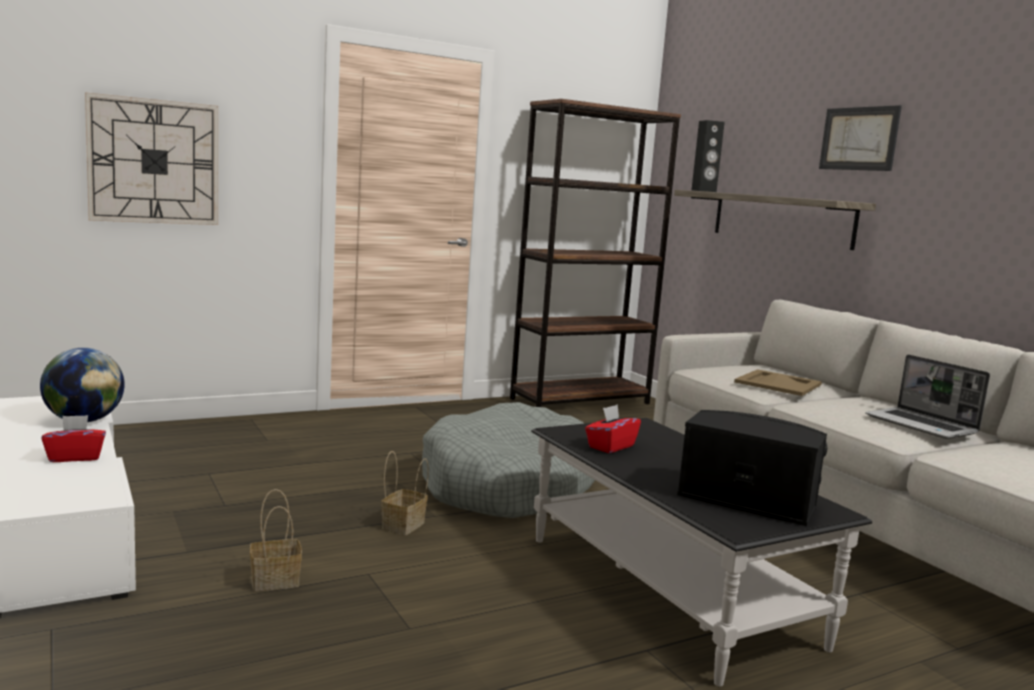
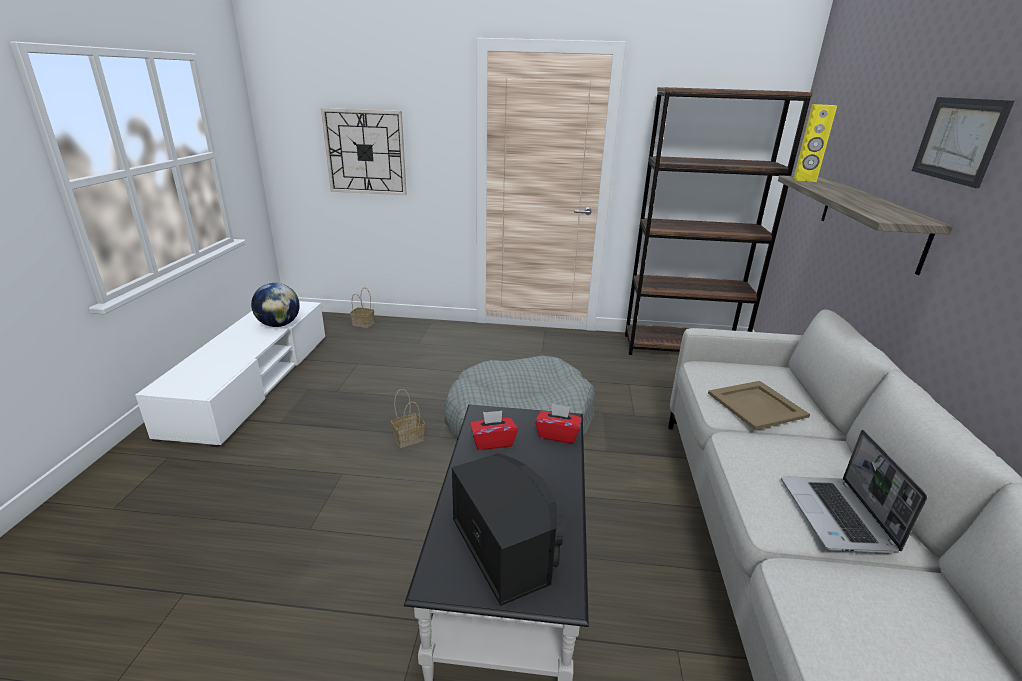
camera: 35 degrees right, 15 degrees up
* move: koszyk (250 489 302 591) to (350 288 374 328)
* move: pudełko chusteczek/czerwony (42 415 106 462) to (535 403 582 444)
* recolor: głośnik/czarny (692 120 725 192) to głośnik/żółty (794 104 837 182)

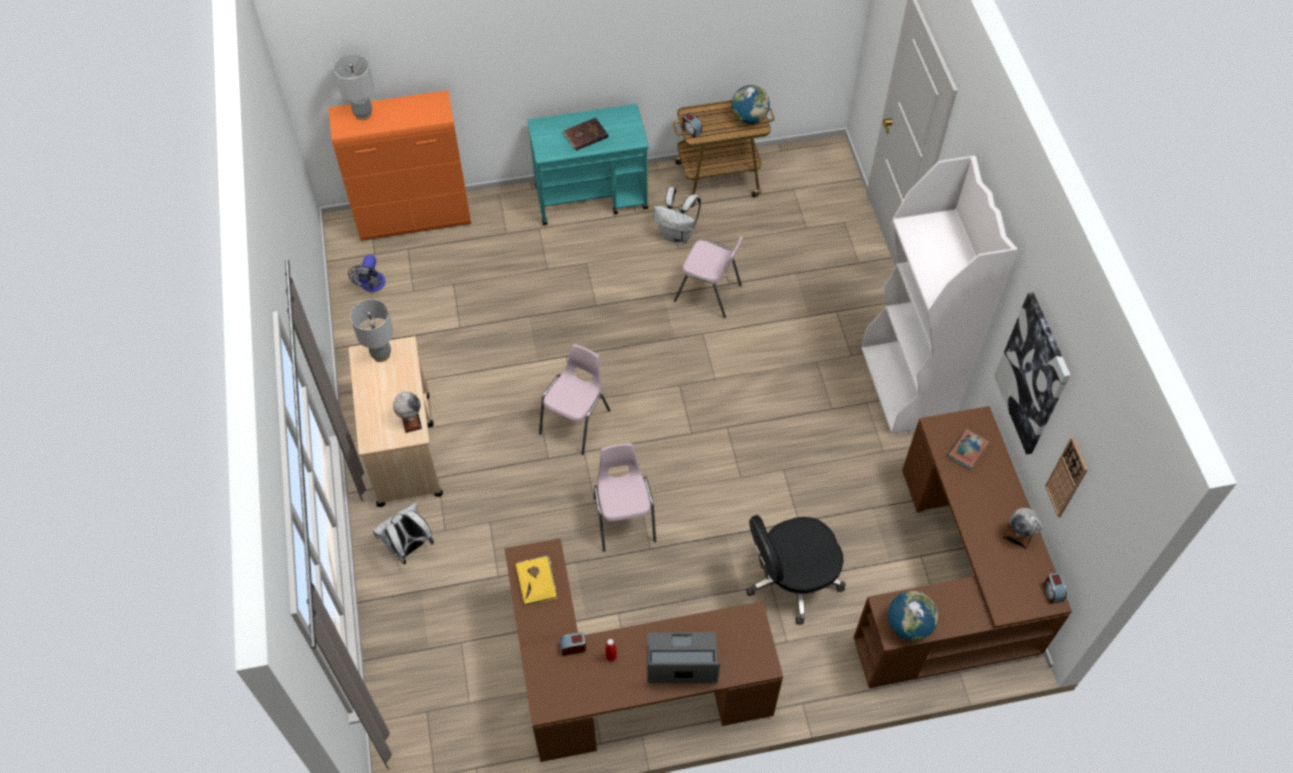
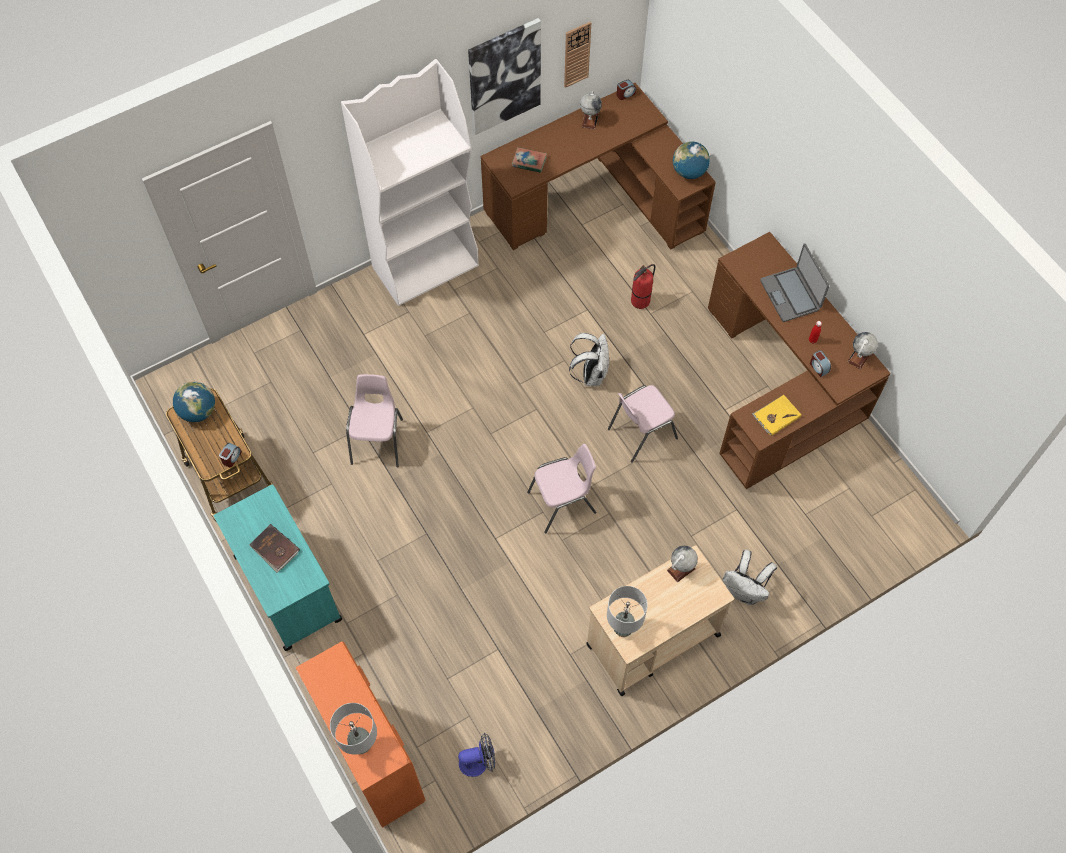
camera: 110 degrees left, 5 degrees up
* rotate: krzesło/różowy (539 344 611 455) = (527 444 596 533) 150 degrees clockwise
* move: plecak/biały (653 187 701 244) to (569 333 609 386)
* replace: krzesło biurowe/czarny (746 515 846 625) to gaśnica (631 264 655 309)
* insert: globus (847 332 878 369)

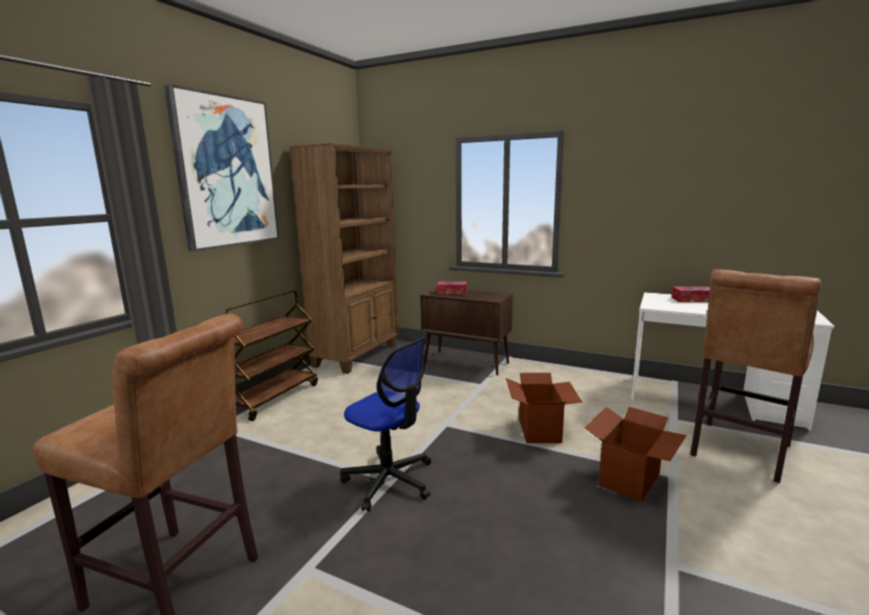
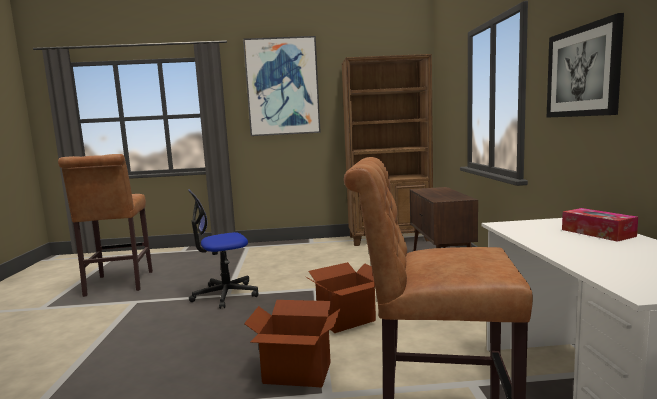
camera: 60 degrees right, 5 degrees down
* rotate: krzesło biurowe (340 337 431 512) = (188 189 259 309) 60 degrees clockwise
* insert: obraz (547 13 624 118)
* delete: wózek/brązowy (225 290 318 421)
* delete: pudełko chusteczek (437 281 467 295)

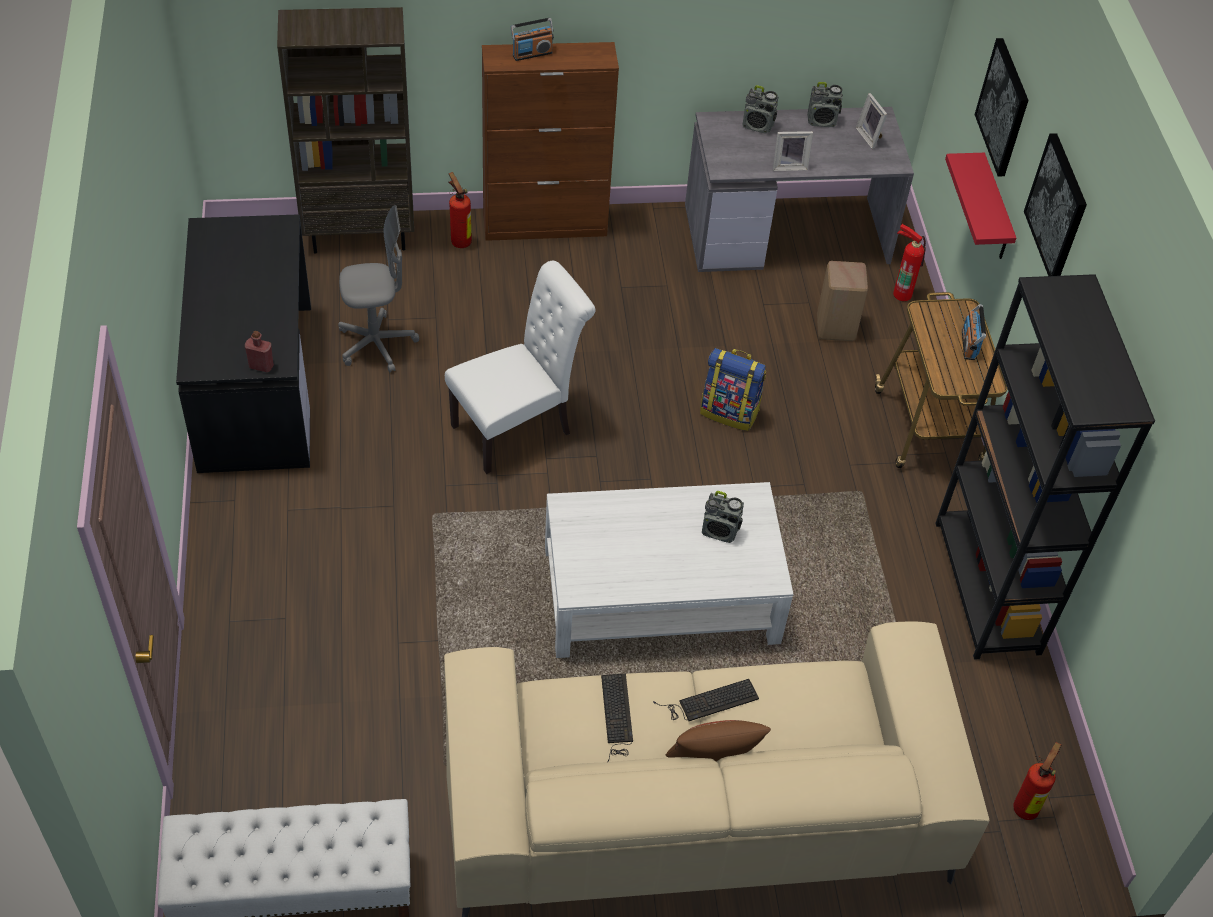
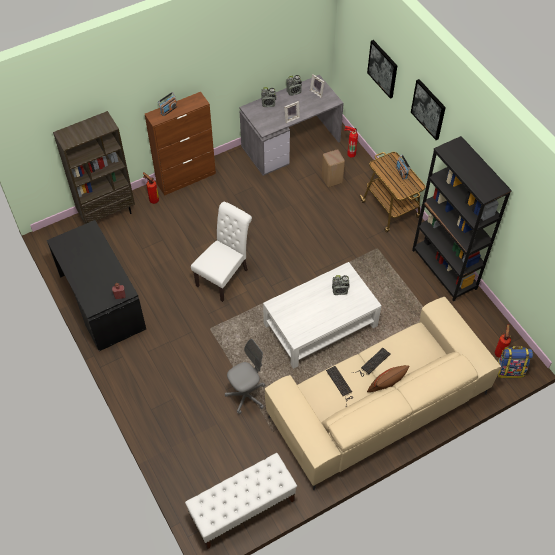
camera: 20 degrees left, 5 degrees up
* move: krzesło biurowe/szary (338 205 419 372) to (225 339 265 414)
* move: plecak (700 348 766 431) to (498 346 533 378)
* delete: półka/czerwony (945 153 1016 259)

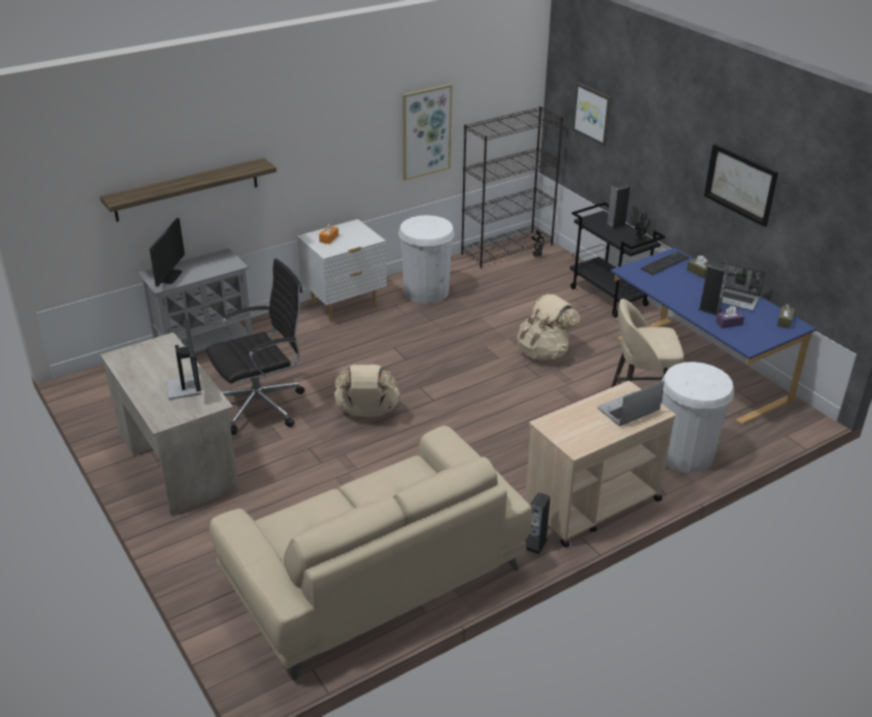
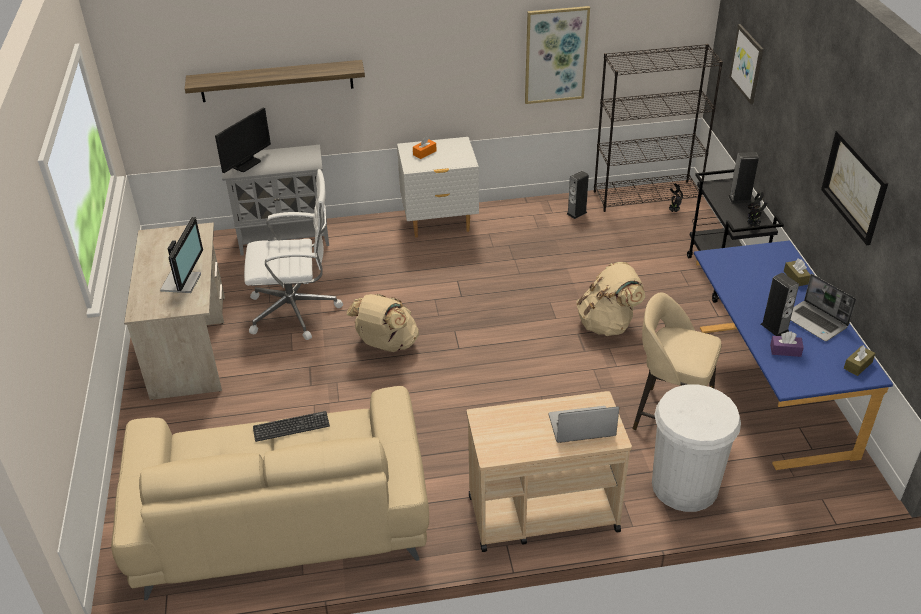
camera: 25 degrees right, 5 degrees up
* recolor: krzesło biurowe/czarny (206 258 305 435) to krzesło biurowe/biały (244 169 343 340)
* move: klawiatura (641 252 689 275) to (253 411 330 442)
* move: głośnik (526 492 550 554) to (567 171 589 219)
* delete: kosz na śmieci/biały (398 215 455 304)

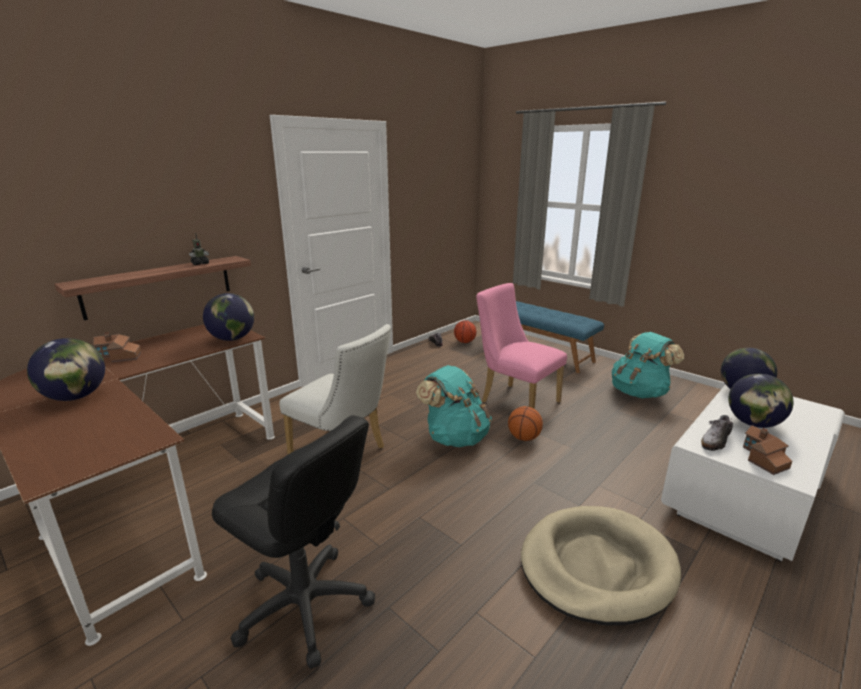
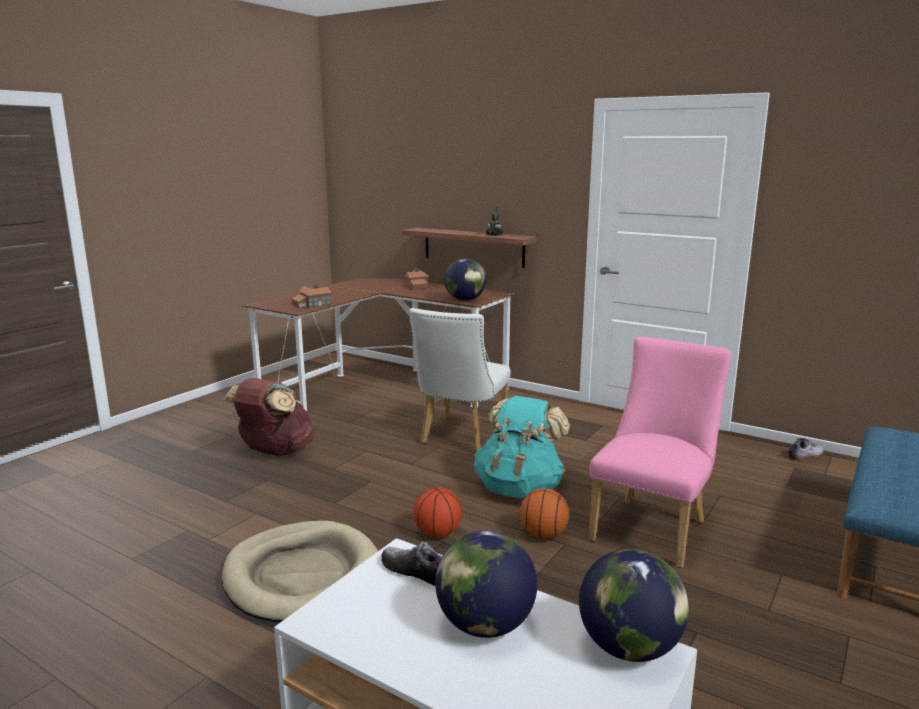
camera: 80 degrees right, 5 degrees down
* replace: krzesło biurowe/czarny (212 415 375 669) to plecak/brązowy (223 378 315 456)
* move: domek (743 425 792 475) to (292 283 331 308)
* move: piłka do koszykówki (454 320 476 343) to (413 487 462 537)
* delete: globus (27 338 105 401)
* delete: plecak/turkusowy (612 332 684 399)

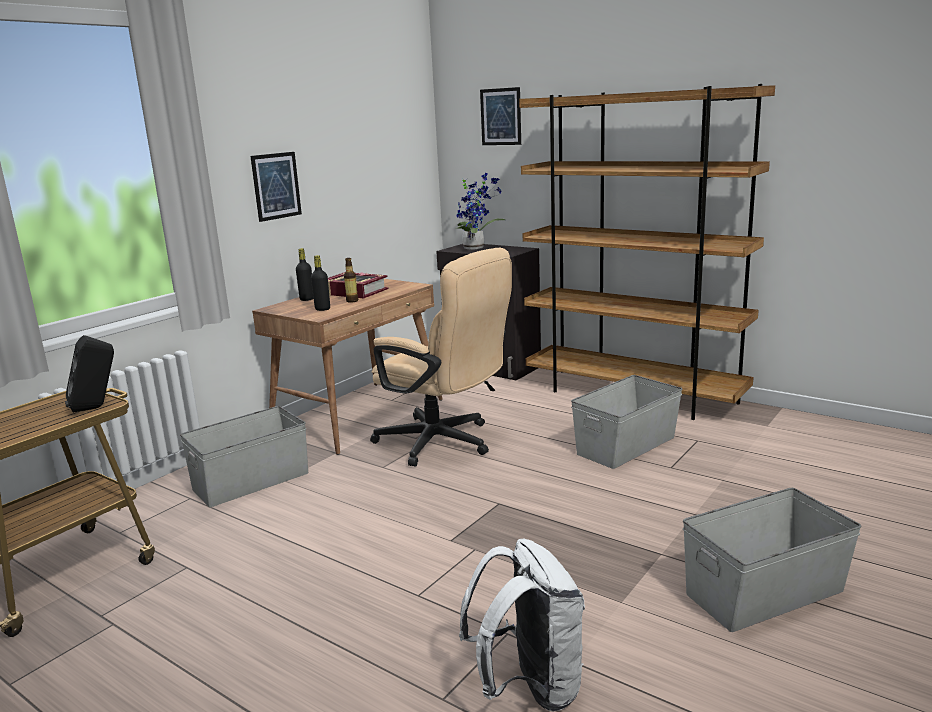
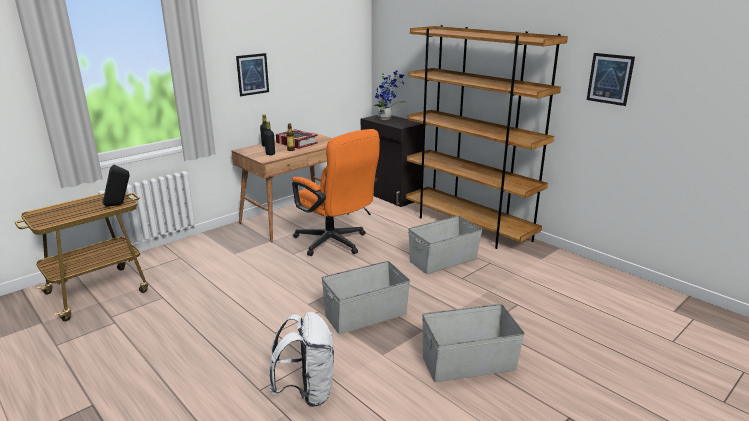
camera: 10 degrees right, 5 degrees up
* recolor: krzesło biurowe/beżowy (370 248 512 467) to krzesło biurowe/pomarańczowy (292 129 380 256)
* move: pojemnik do przechowywania/szary (180 406 308 507) to (322 261 410 334)
* move: obraz (480 87 521 145) to (587 53 635 106)

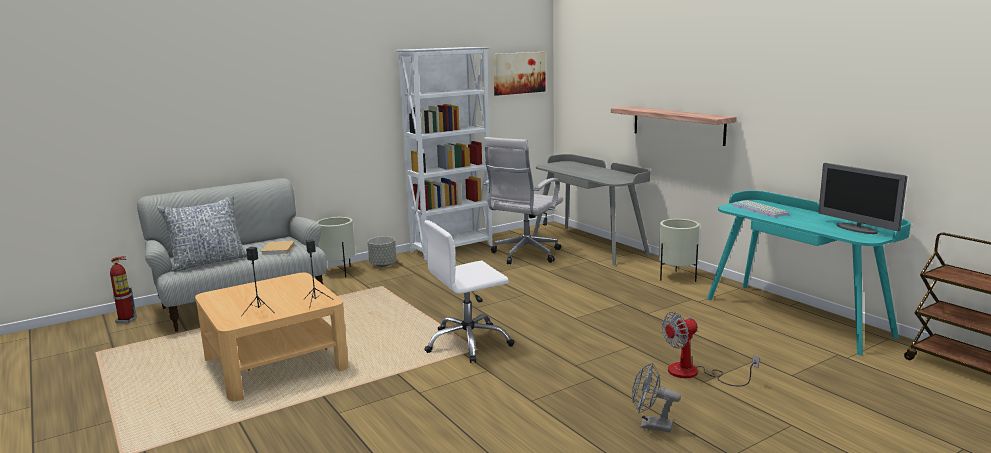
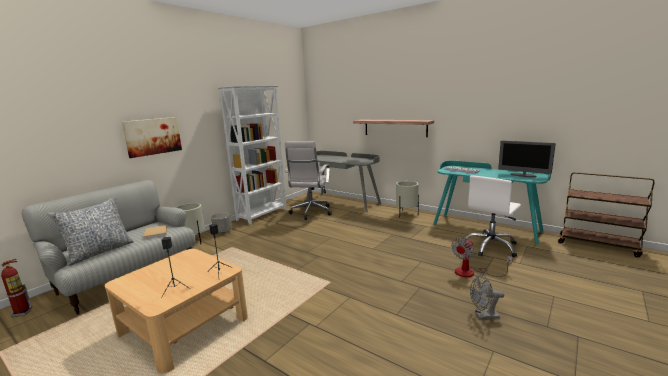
camera: 20 degrees left, 0 degrees up
* move: obraz (493 52 546 96) to (122 117 182 158)
* move: krzesło biurowe/biały (424 220 514 363) to (465 175 521 257)

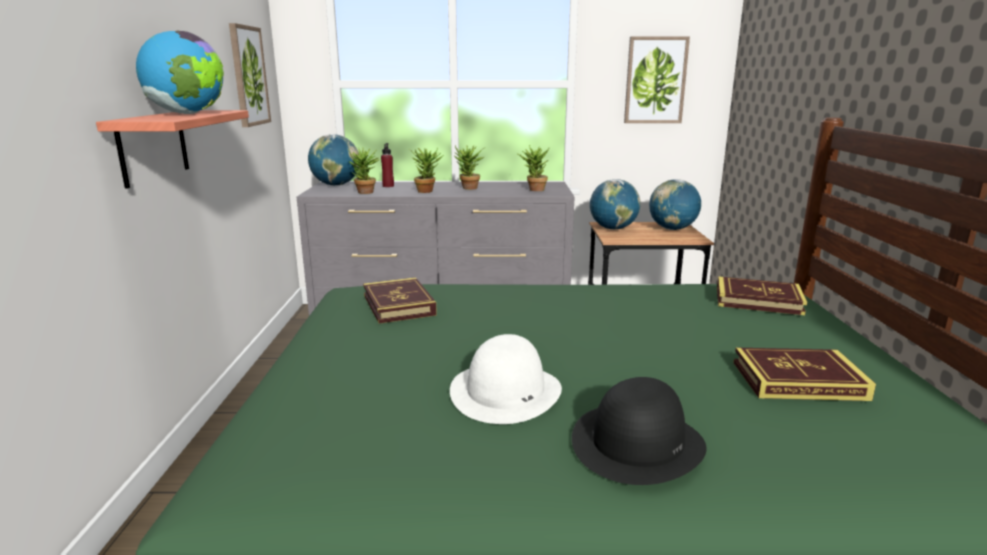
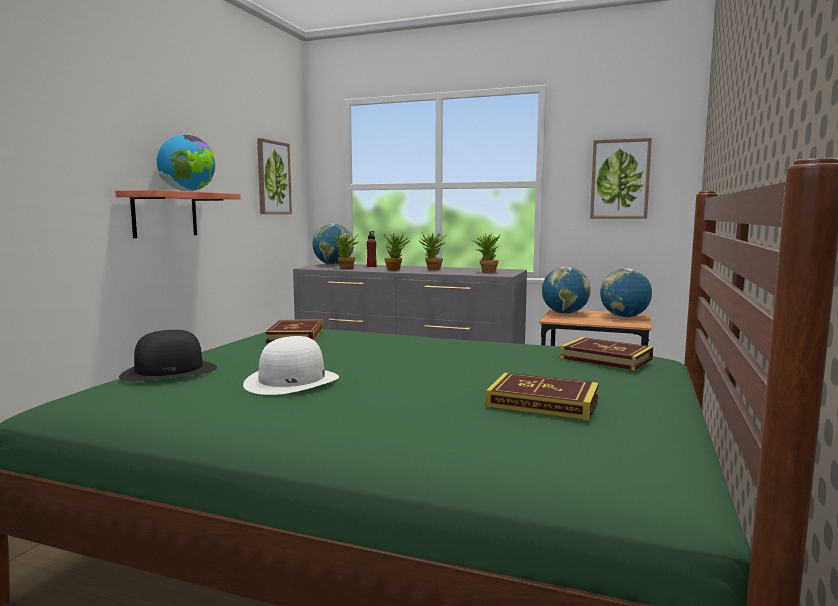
camera: 20 degrees right, 10 degrees down
* move: kapelusz/czarny (572 377 707 485) to (119 330 217 382)

